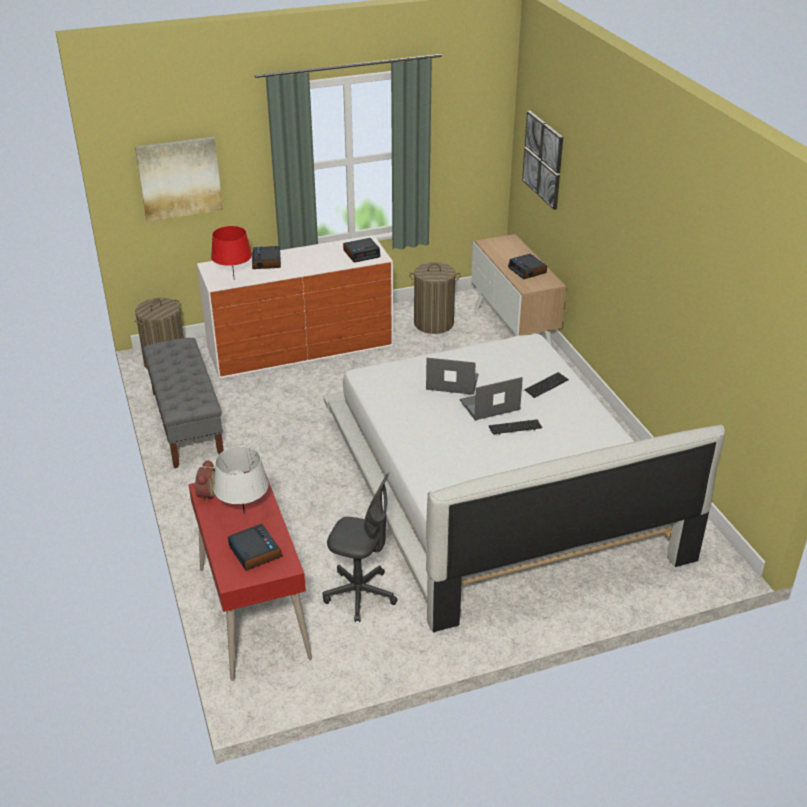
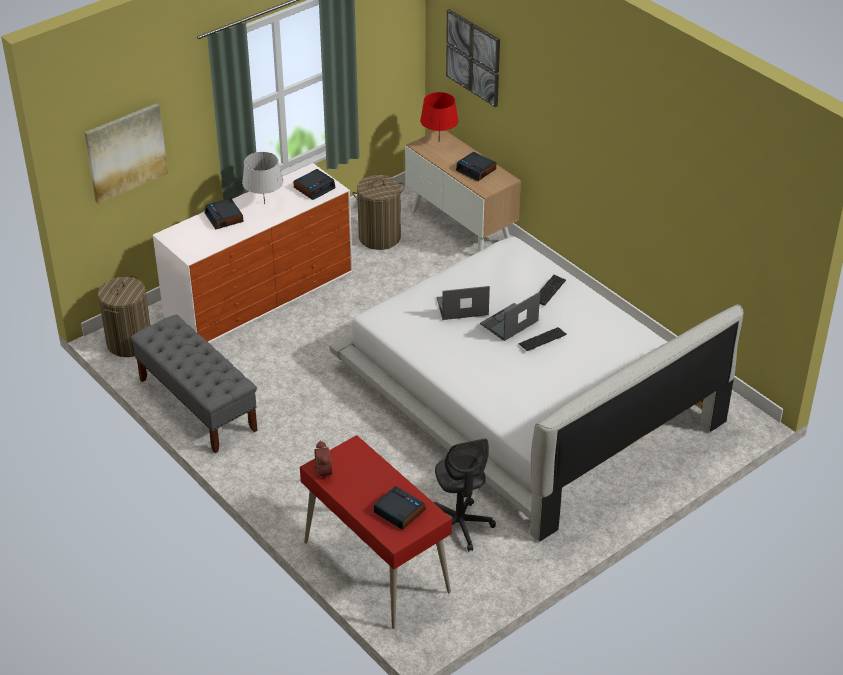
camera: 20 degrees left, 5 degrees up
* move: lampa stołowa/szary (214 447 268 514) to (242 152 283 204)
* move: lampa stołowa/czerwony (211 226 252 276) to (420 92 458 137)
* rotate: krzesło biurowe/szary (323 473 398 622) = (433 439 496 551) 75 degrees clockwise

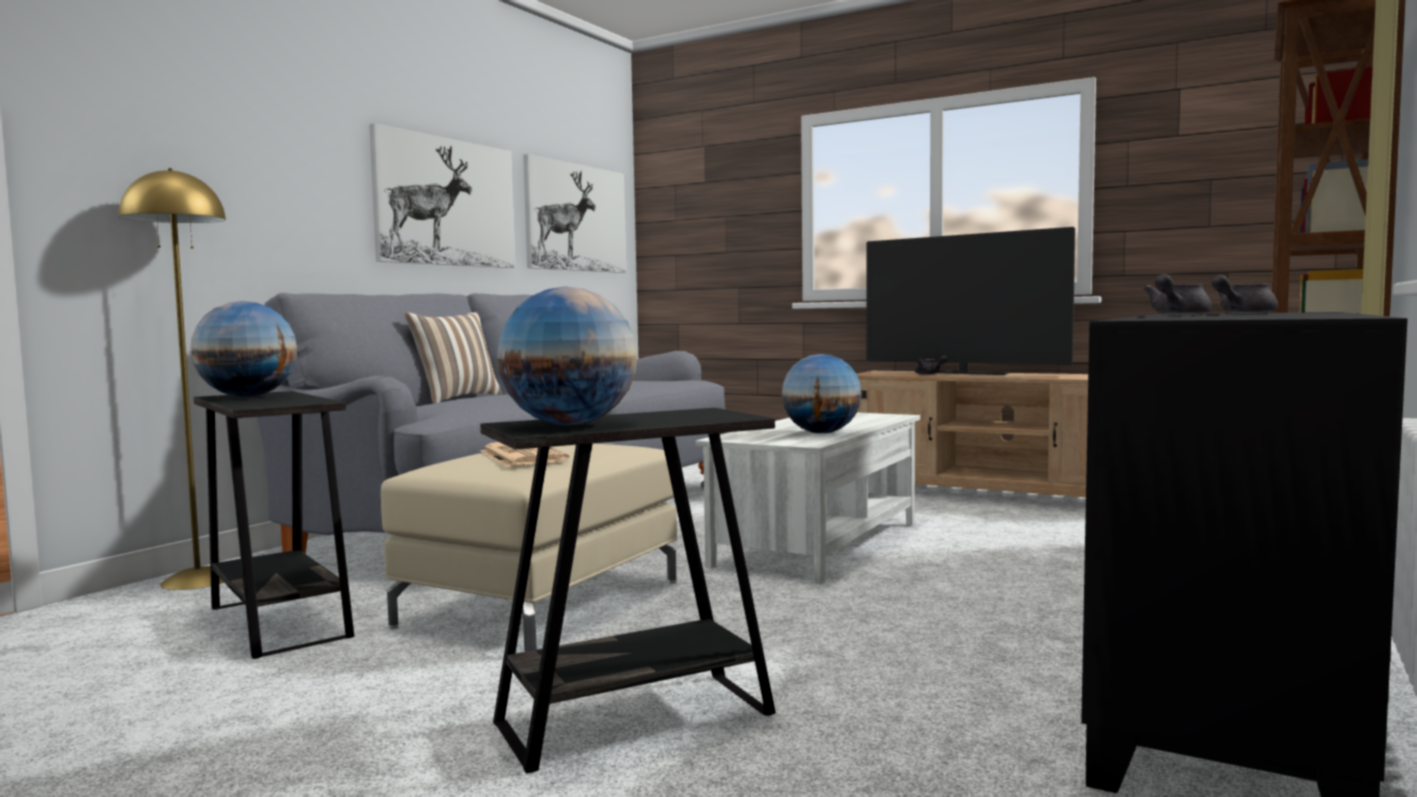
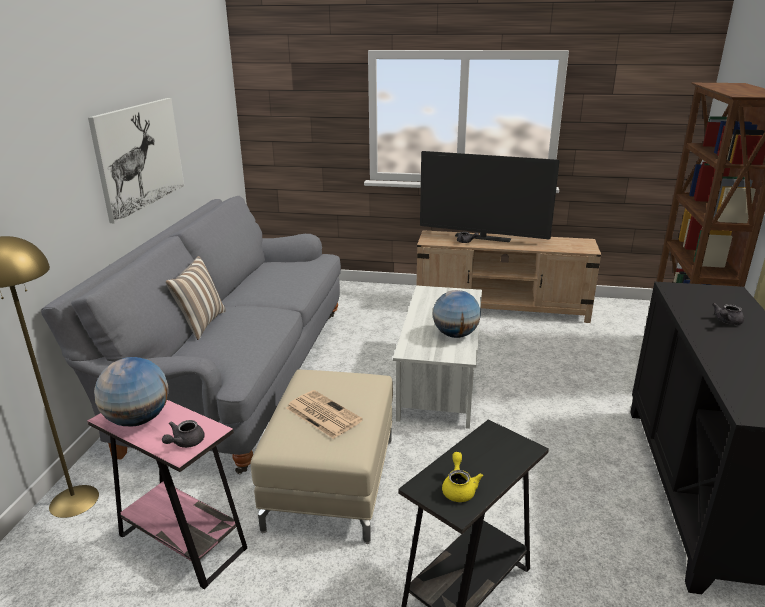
camera: 20 degrees left, 20 degrees up
* recolor: stolik/czarny (194 391 354 659) to stolik/różowy (87 400 247 589)
* move: imbryk/szary (1144 274 1212 315) to (162 420 205 448)
* replace: globus (497 287 637 425) to imbryk/żółty (442 452 483 502)
* delete: obraz (523 154 626 273)

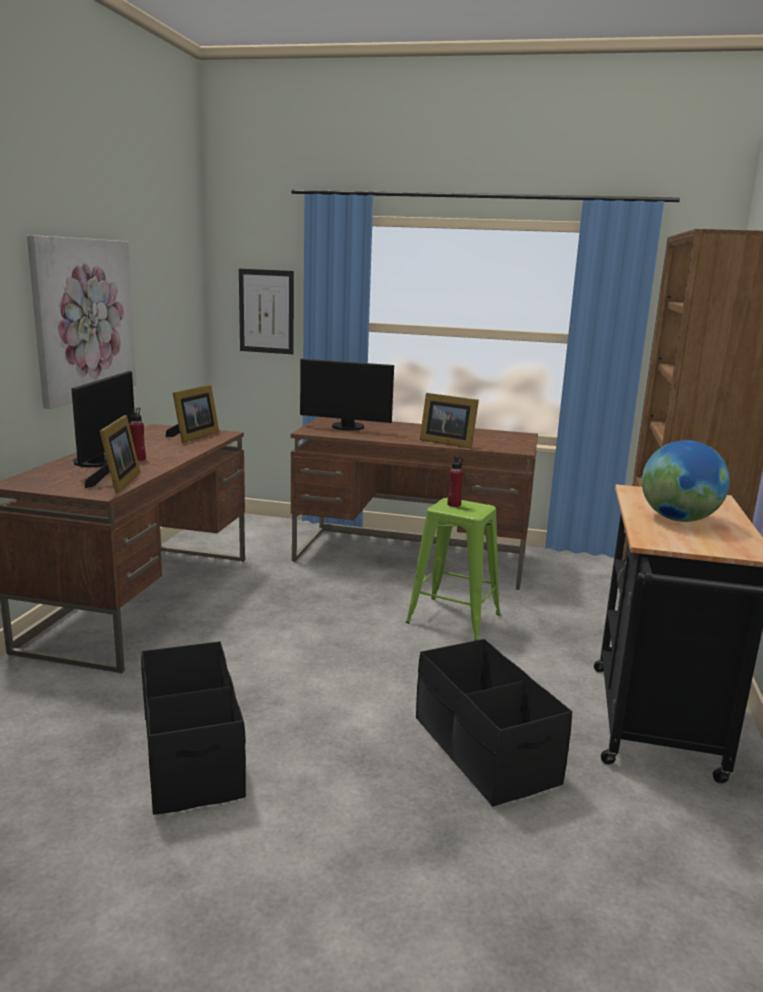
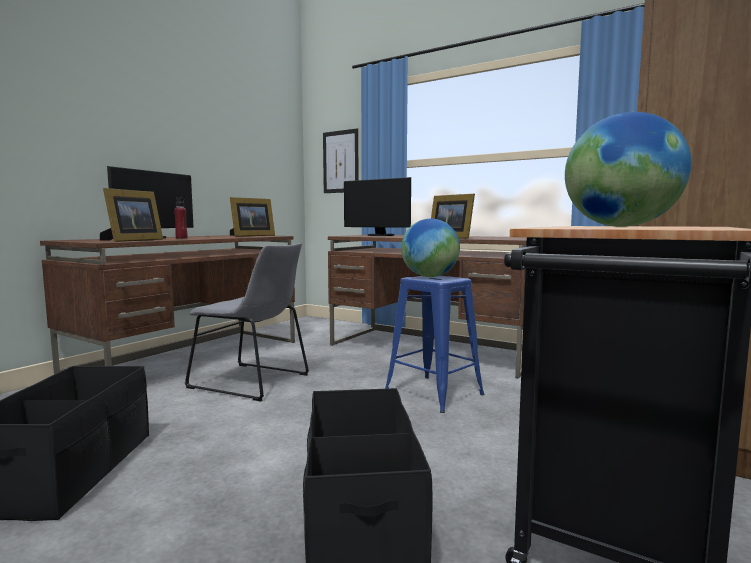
camera: 20 degrees right, 10 degrees down
* insert: krzesło/szary (185 243 309 402)
* recolor: stołek/zielony (406 498 501 641) to stołek/niebieski (385 276 485 413)
* replace: butelka/czerwony (447 456 463 507) to globus (401 219 460 277)
* delete: obraz (27 235 137 409)

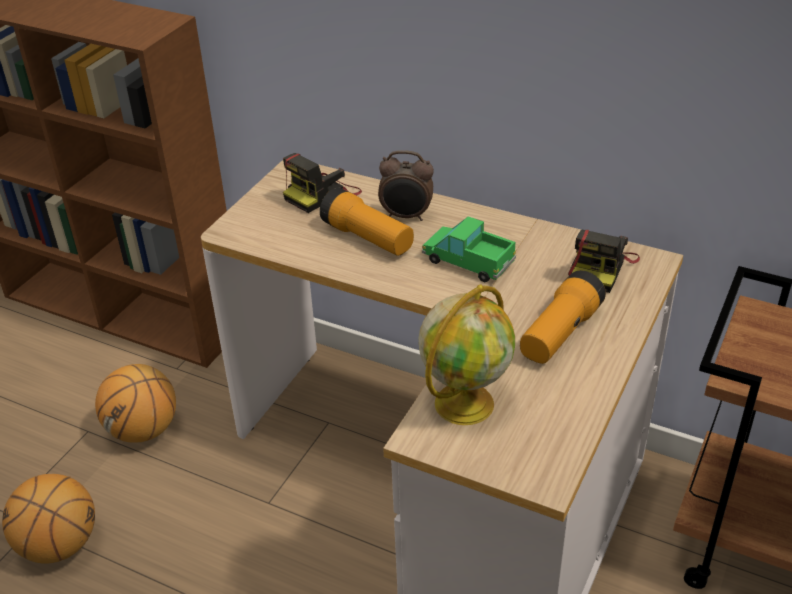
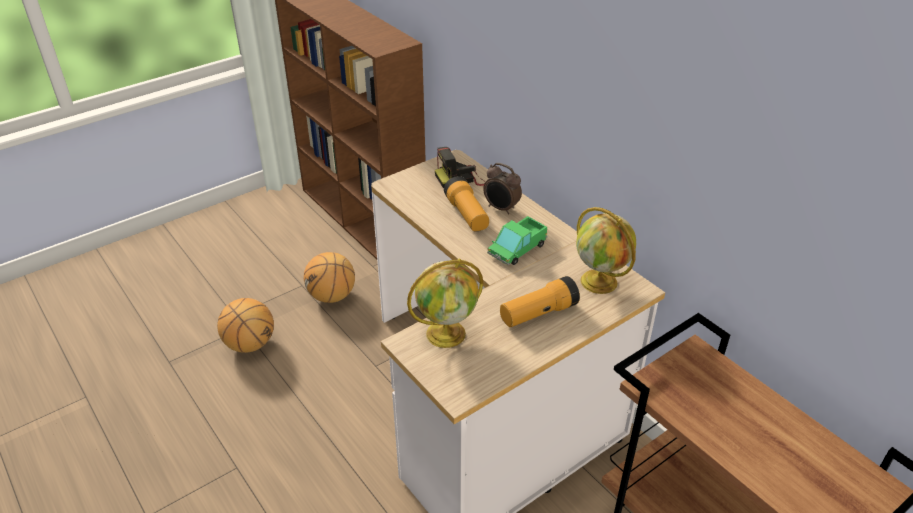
camera: 25 degrees right, 0 degrees up
* rotate: ciężarówka zabawkowa (422 216 516 282) = (487 216 548 265) 105 degrees counterclockwise
* replace: aparat fotograficzny (568 230 640 293) to globus (576 207 636 294)

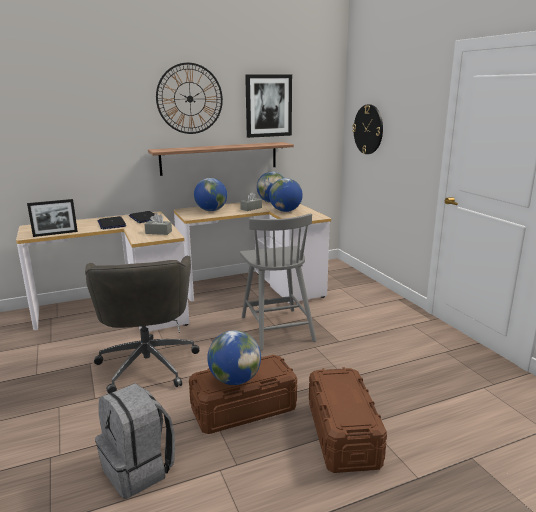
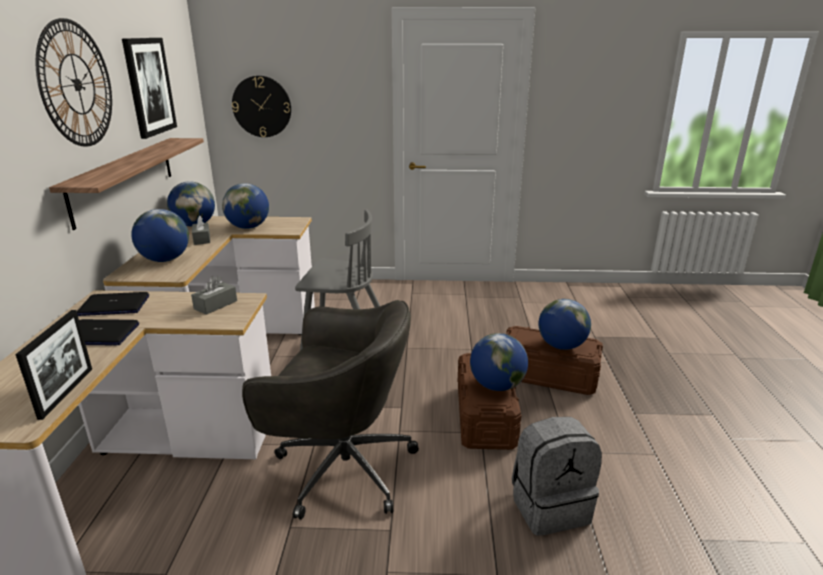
camera: 65 degrees left, 5 degrees up
* insert: globus (538 299 591 350)

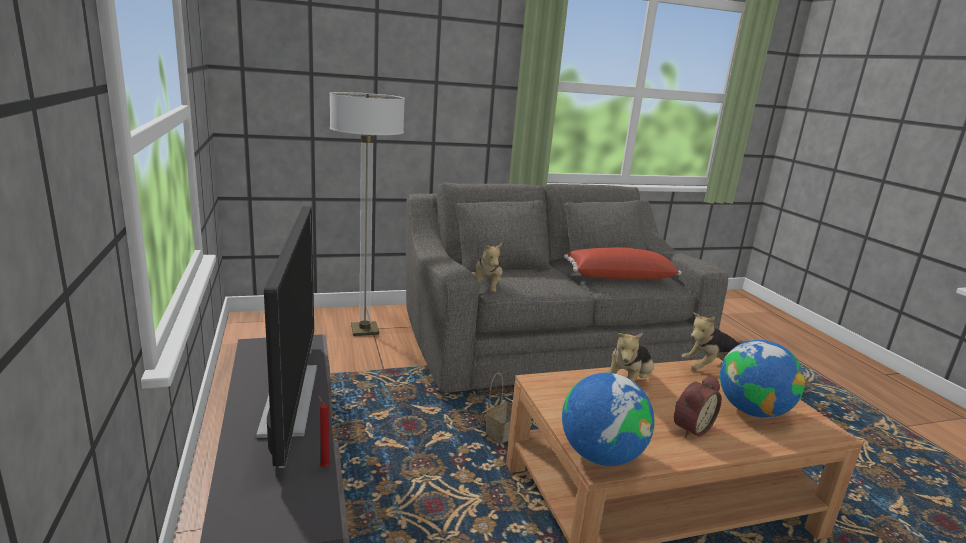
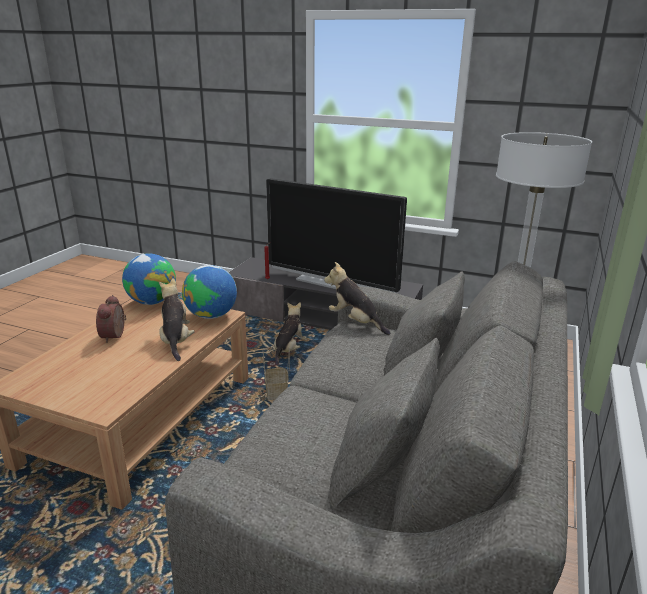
camera: 130 degrees right, 5 degrees up
* move: globus (720 340 805 418) to (182 265 237 319)
* move: pluszak (682 312 739 370) to (274 302 306 365)
* delete: poduszka/czerwony (564 247 682 280)

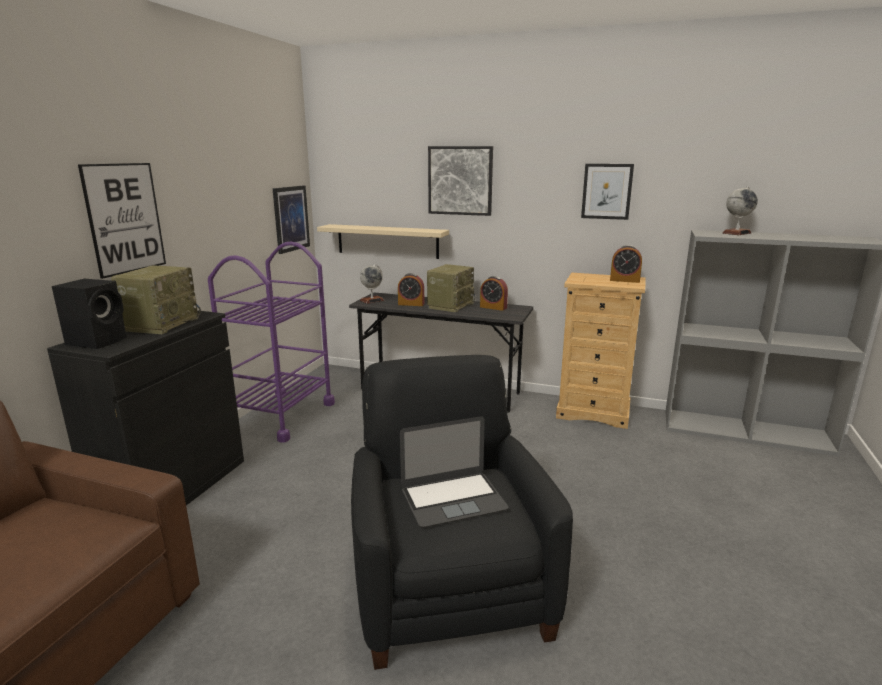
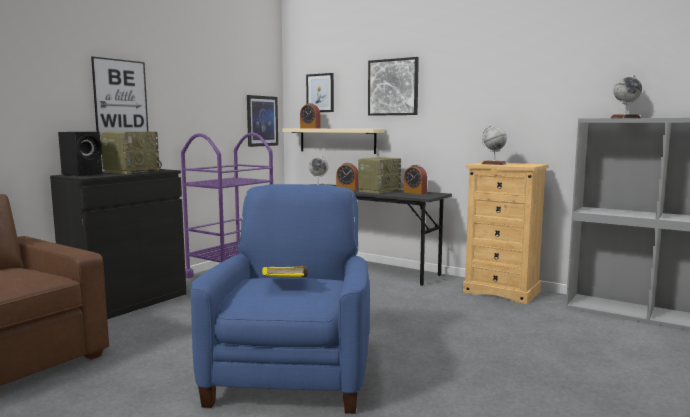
camera: 15 degrees right, 10 degrees down
* recolor: fotel/czarny (351 355 573 670) to fotel/niebieski (190 184 370 414)
* replace: laptop (400 416 509 528) to książka/żółty (262 265 308 277)
* move: budzik (610 245 642 283) to (300 103 320 128)
* move: obraz (581 164 634 220) to (306 73 334 112)
* insert: globus (482 126 507 165)

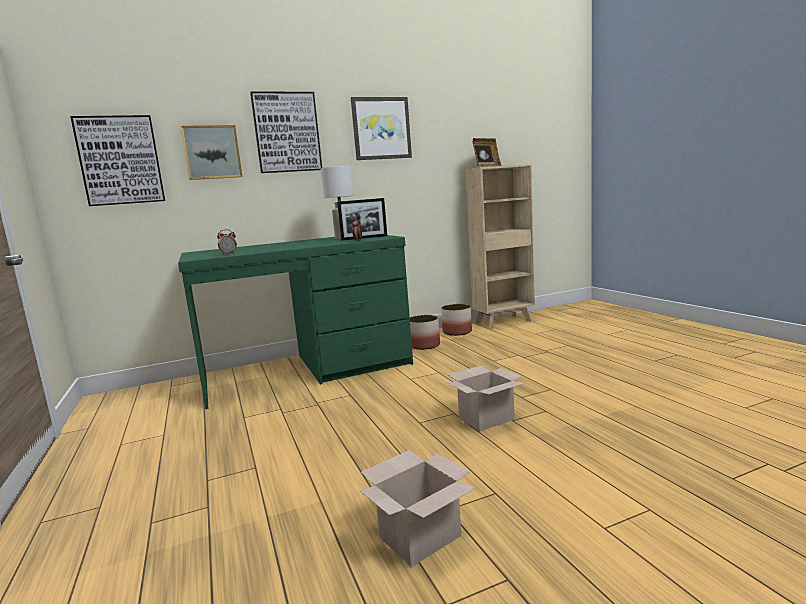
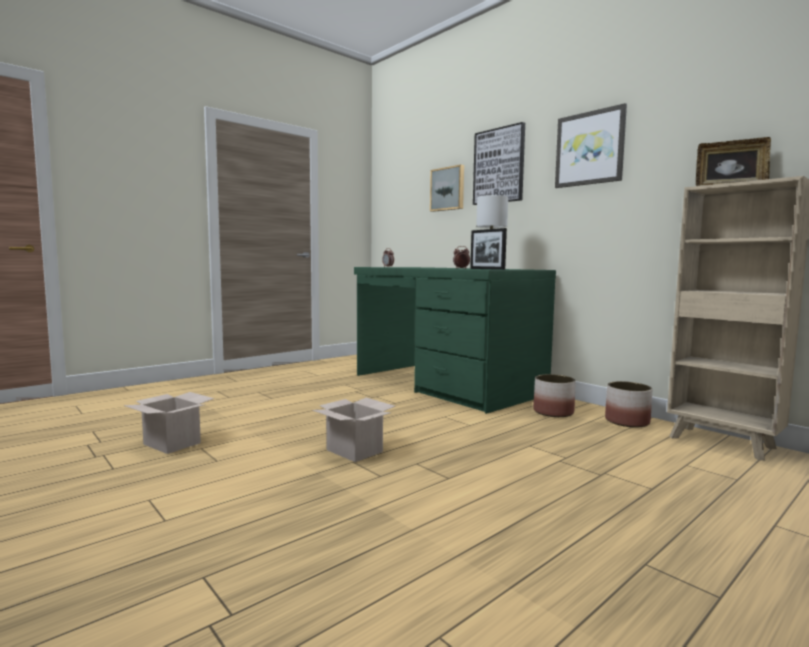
camera: 70 degrees right, 5 degrees down
* delete: obraz (70 115 165 206)

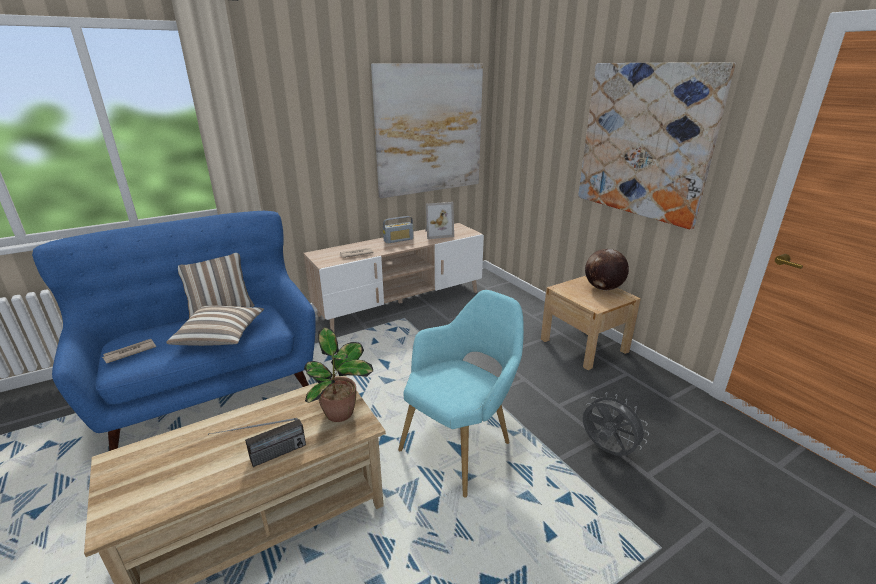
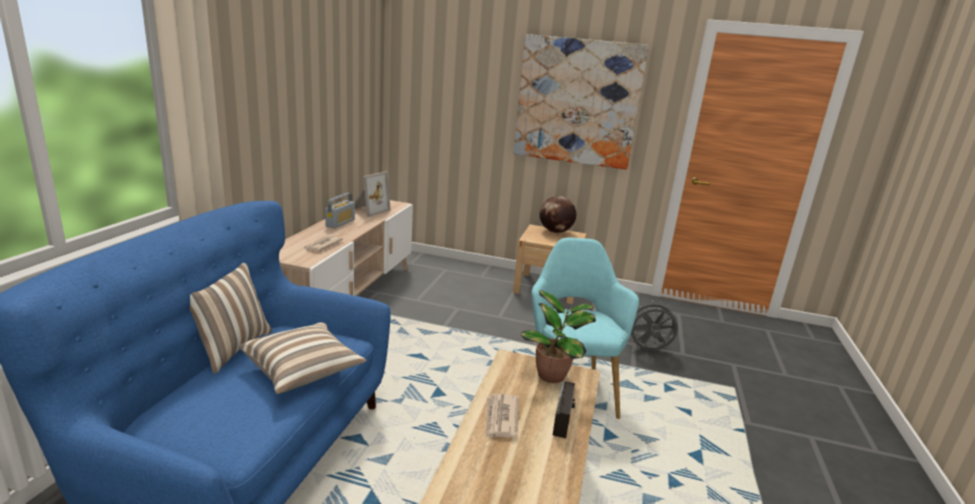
camera: 45 degrees left, 5 degrees down
* move: gazeta (102 339 156 363) to (486 394 519 438)
* delete: obraz (371 63 483 198)

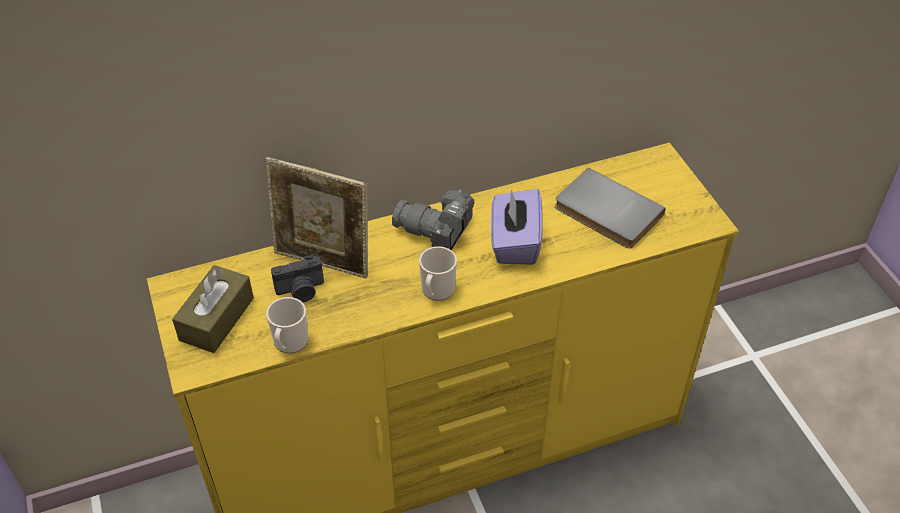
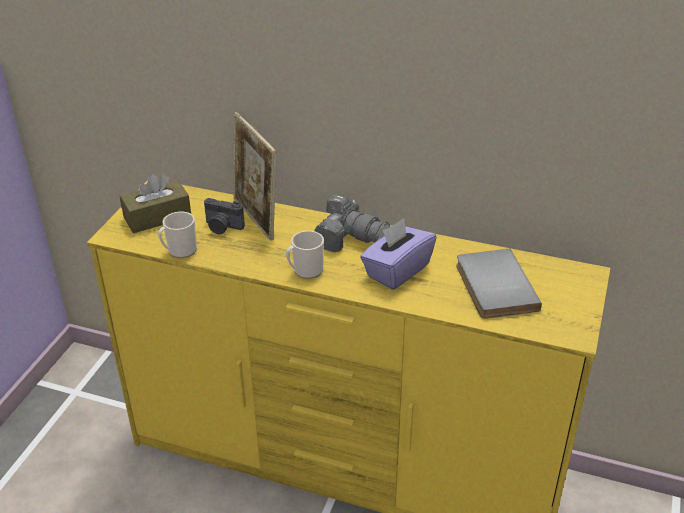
camera: 40 degrees right, 10 degrees down
* rotate: aparat fotograficzny (392 189 474 250) = (315 195 390 252) 150 degrees clockwise

